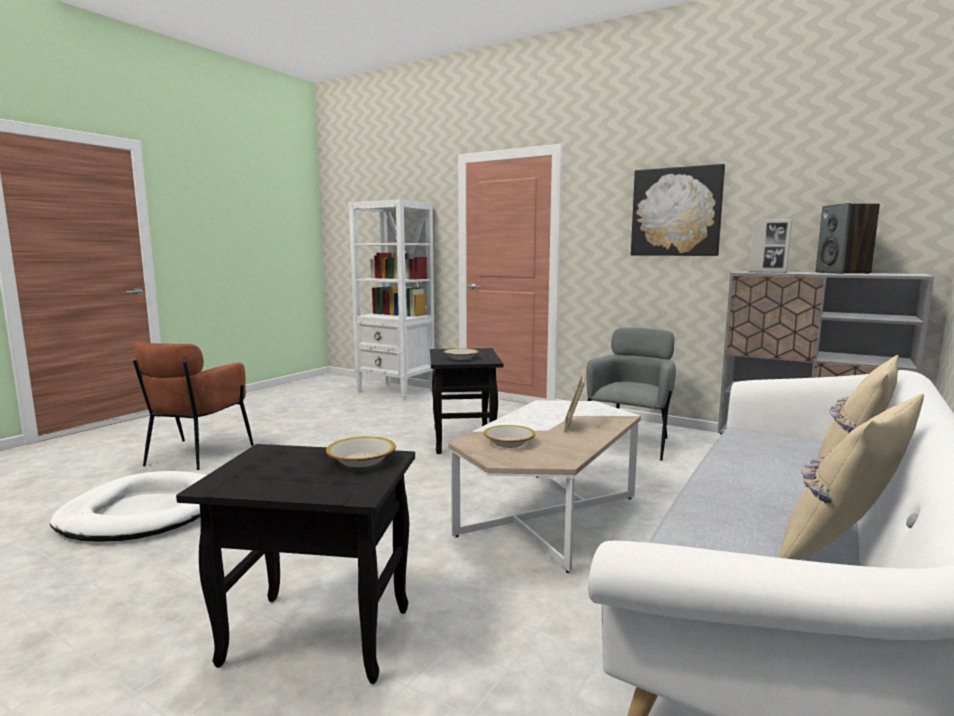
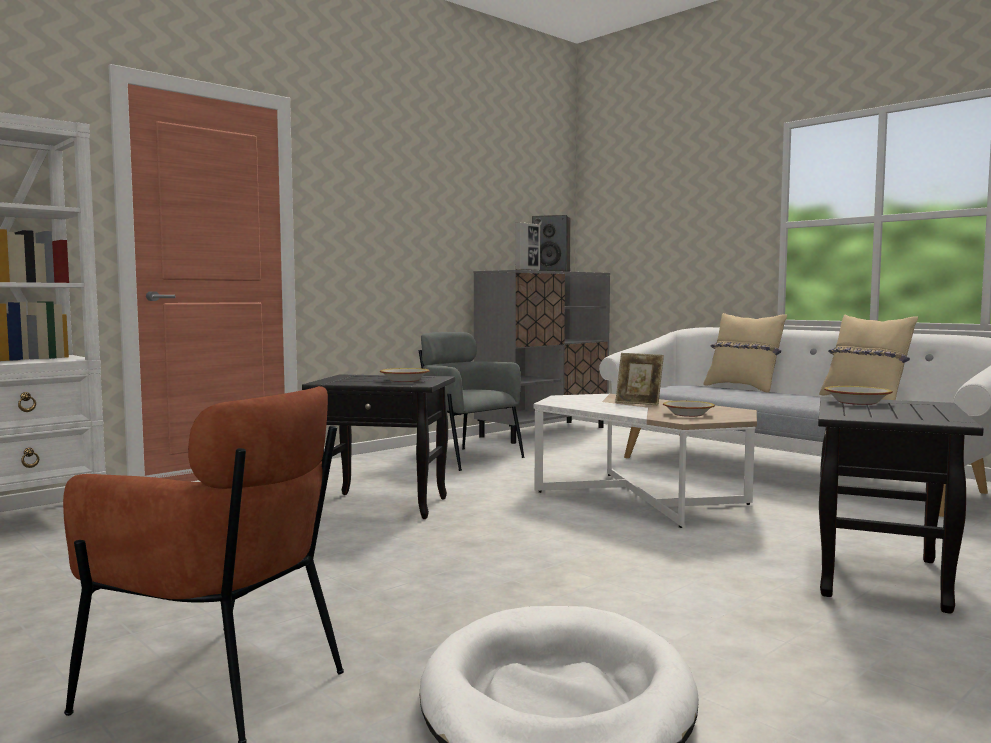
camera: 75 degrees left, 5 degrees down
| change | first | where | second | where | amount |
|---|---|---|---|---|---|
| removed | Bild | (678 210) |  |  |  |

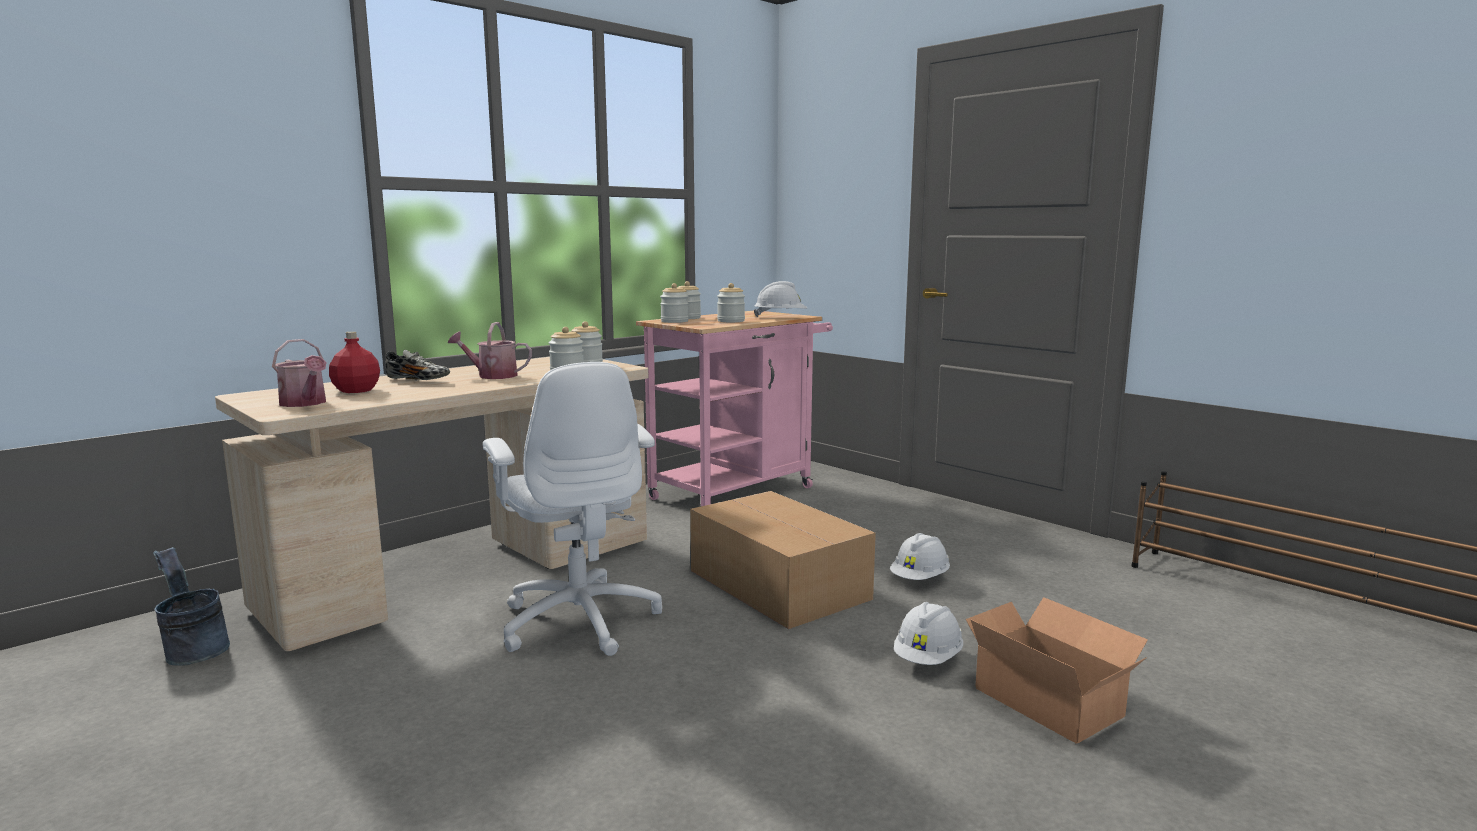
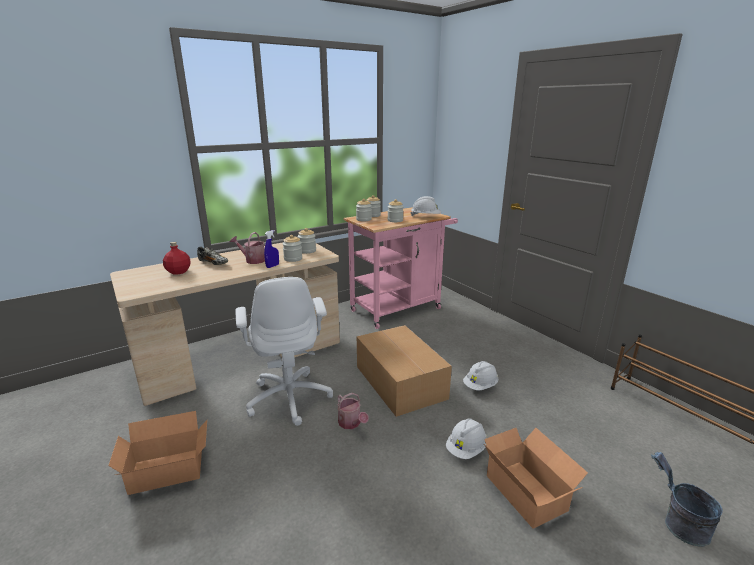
camera: 10 degrees right, 10 degrees up
| change | first | where | second | where | amount |
|---|---|---|---|---|---|
| added |  |  | Karton | (157 453) |  |
| added |  |  | Sprühflasche (blau) | (271 249) |  |
| moved | Eimer (grau) | (191 606) |  | (687 499) |  |
| moved | Gießkanne | (299 373) |  | (353 411) |  |

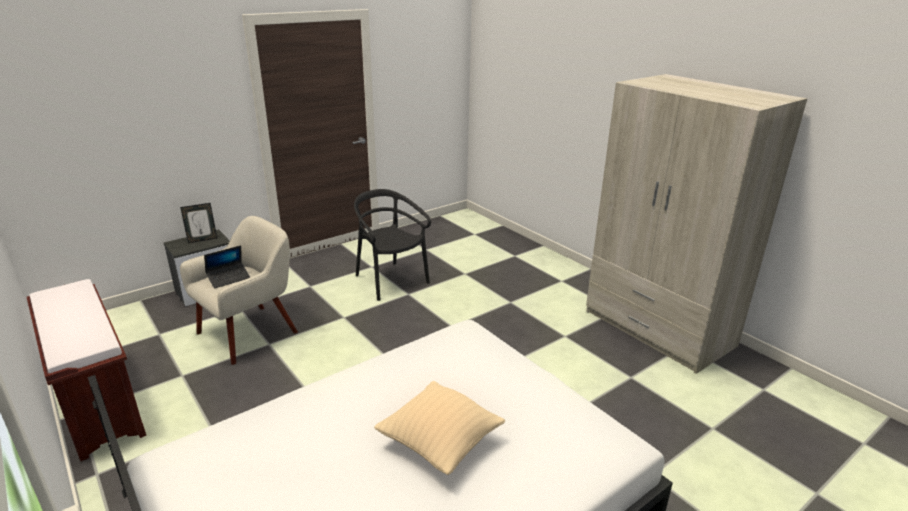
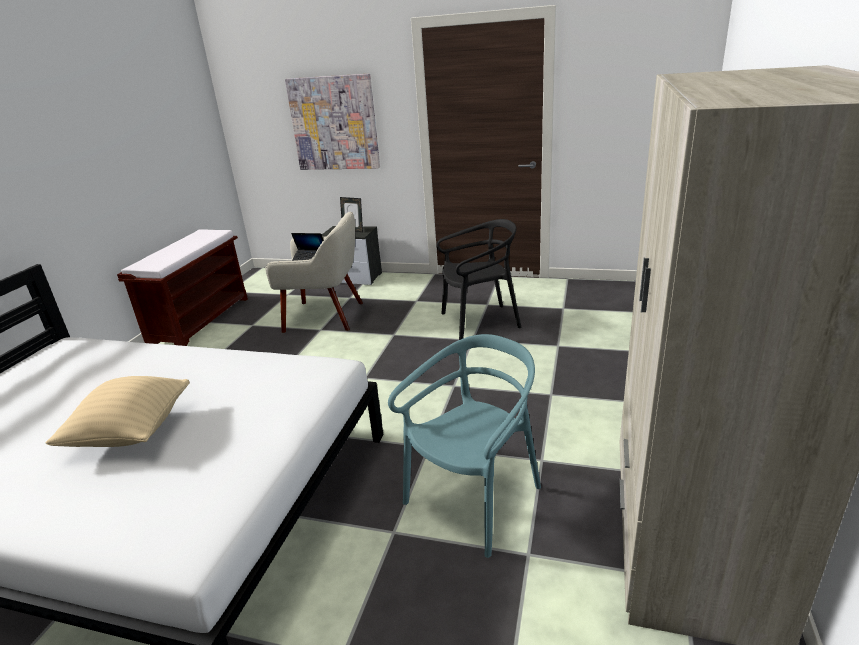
camera: 55 degrees right, 0 degrees up
| change | first | where | second | where | amount |
|---|---|---|---|---|---|
| added |  |  | Bild | (332 121) |  |
| added |  |  | Stuhl (türkis) | (464 446) |  |
| turned | Stuhl (schwarz) | (392 245) |  | (478 279) | 60 degrees clockwise |

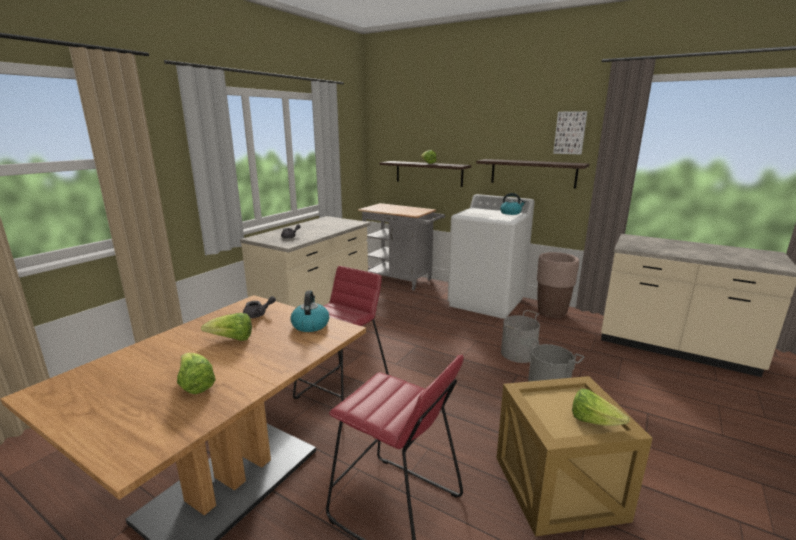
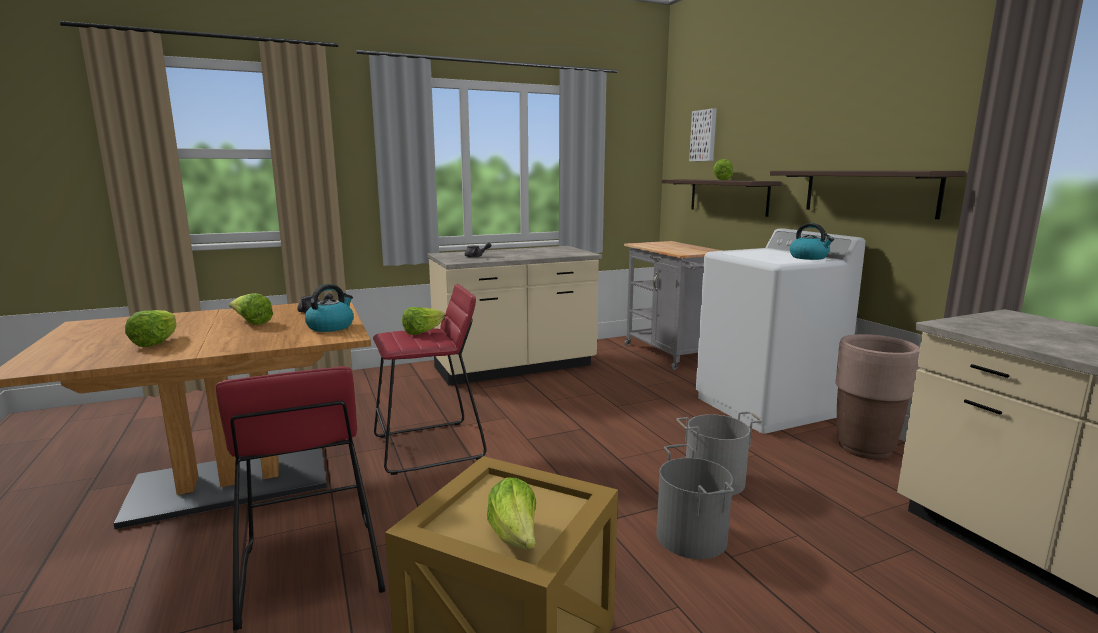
camera: 35 degrees right, 5 degrees down
| change | first | where | second | where | amount |
|---|---|---|---|---|---|
| added |  |  | Salatkopf | (423 321) |  |
| moved | Bild | (570 133) |  | (703 134) |  |

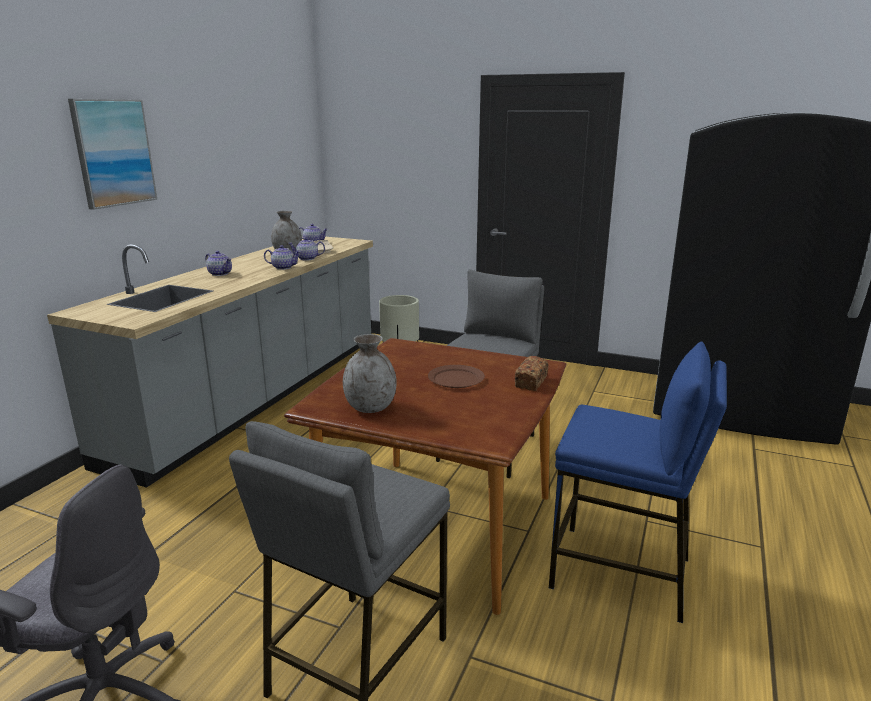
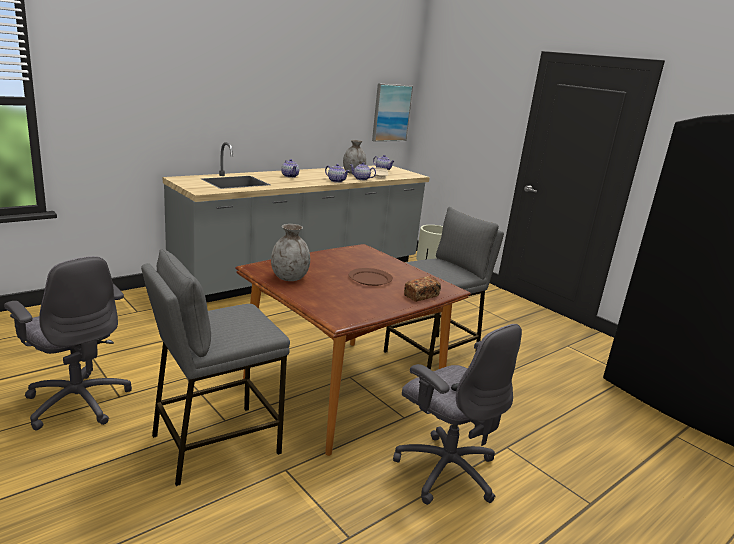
camera: 25 degrees right, 0 degrees up
| change | first | where | second | where | amount |
|---|---|---|---|---|---|
| moved | Bild | (112 154) |  | (392 112) |  |
| replaced | Hocker (blau) | (638 482) | Bürostuhl (grau) | (457 414) |  |

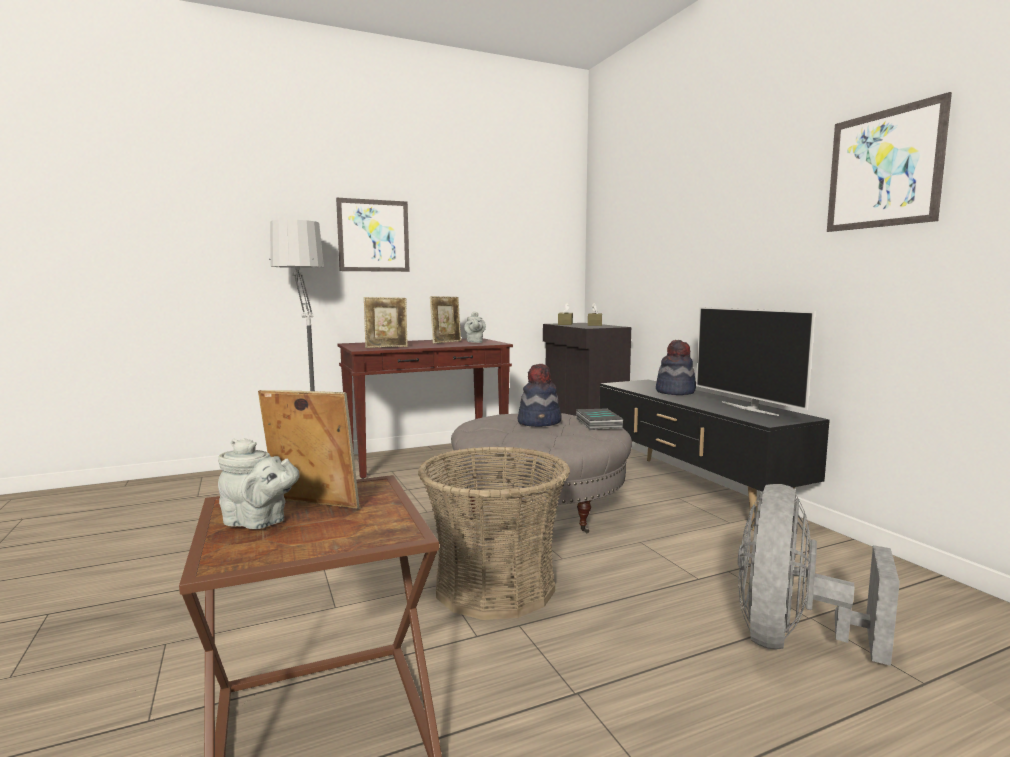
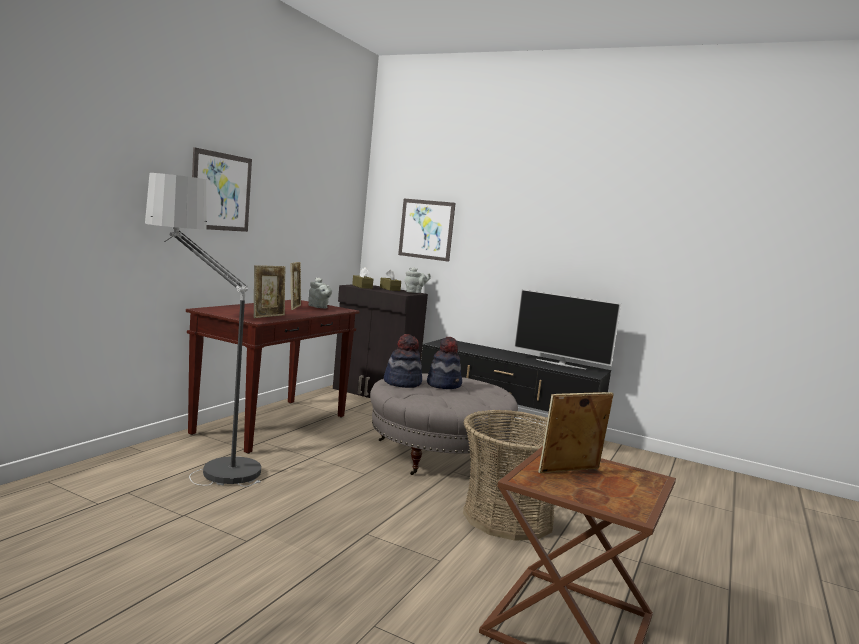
camera: 40 degrees left, 0 degrees up
| change | first | where | second | where | amount |
|---|---|---|---|---|---|
| removed | Buch | (599 419) |  |  |  |
| removed | Ventilator (grau) | (819 575) |  |  |  |
| moved | Teekanne (grau) | (259 483) |  | (418 280) |  |
| moved | Hut | (676 367) |  | (403 361) |  |
| moved | Bild | (889 162) |  | (427 230) |  |

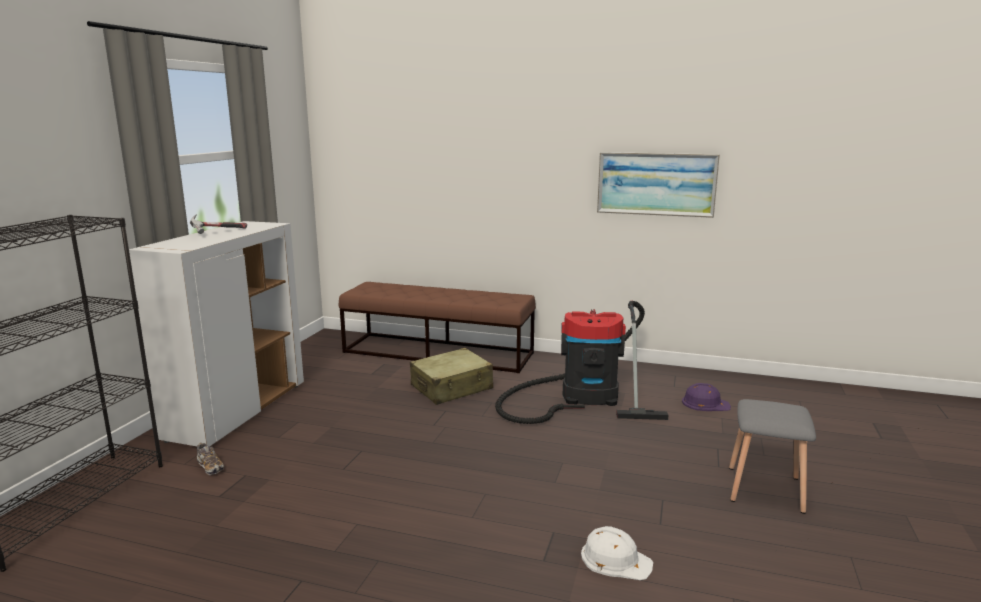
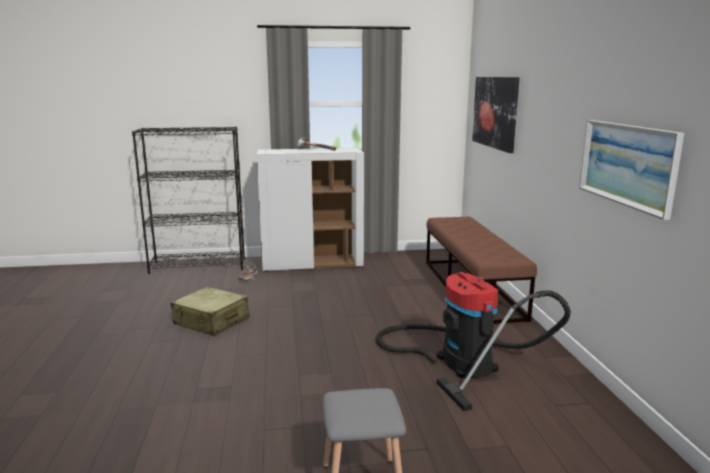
camera: 65 degrees right, 0 degrees up
| change | first | where | second | where | amount |
|---|---|---|---|---|---|
| removed | Schutzhelm (weiß) | (617 553) |  |  |  |
| removed | Schutzhelm (lila) | (706 397) |  |  |  |
| added |  |  | Bild | (496 115) |  |
| moved | Koffer (beige) | (451 376) |  | (210 311) |  |

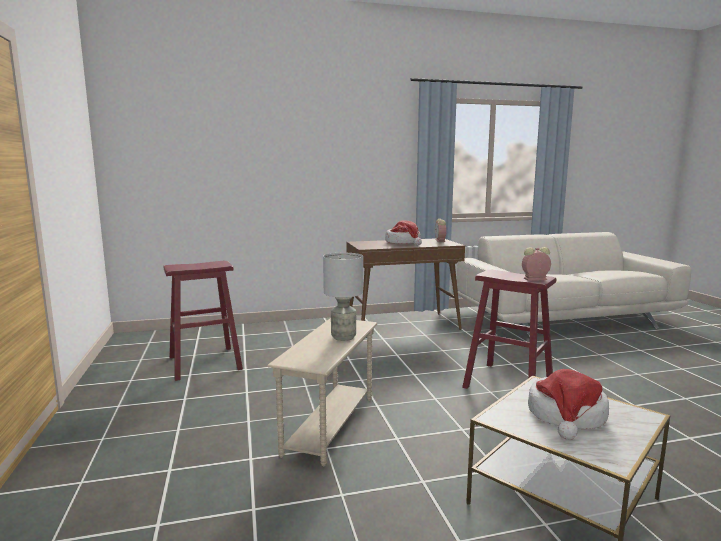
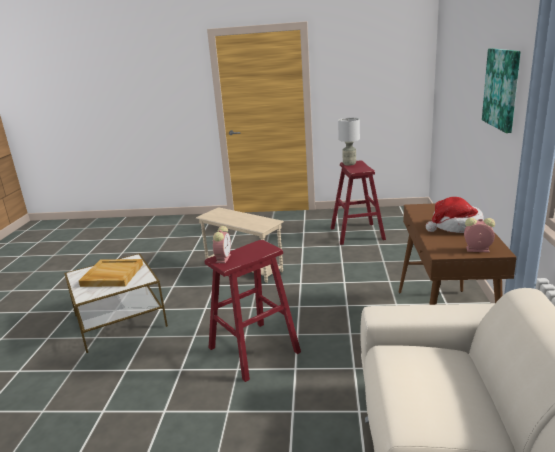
camera: 110 degrees right, 10 degrees up
| change | first | where | second | where | amount |
|---|---|---|---|---|---|
| added |  |  | Bild | (501 90) |  |
| moved | Tischlampe (grau) | (343 297) |  | (349 142) |  |
| replaced | Hut | (568 404) | Tablett (beige) | (111 273) |  |

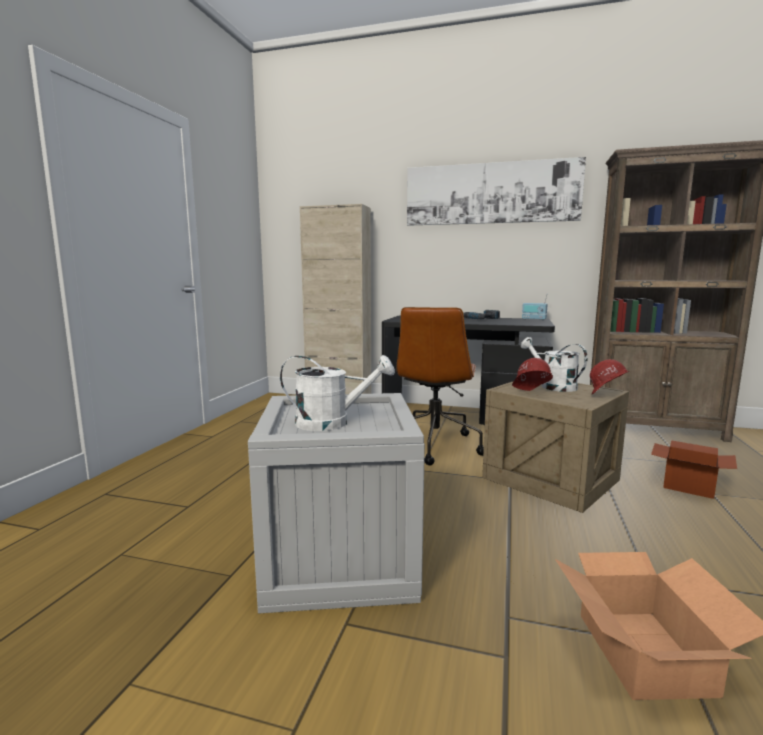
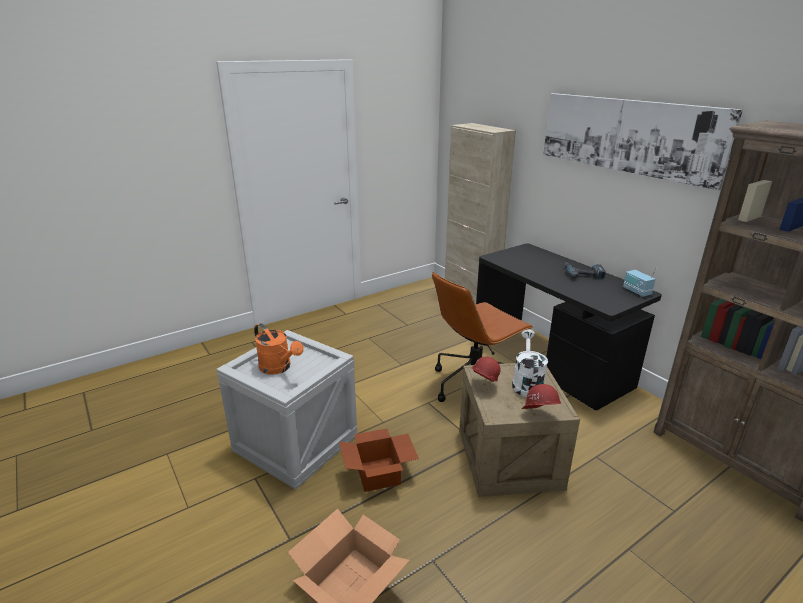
camera: 40 degrees right, 15 degrees up
| change | first | where | second | where | amount |
|---|---|---|---|---|---|
| moved | Karton | (694 469) |  | (379 460) |  |
| recoloured | Gießkanne (weiß) | (337 393) | Gießkanne (orange) | (279 348) |  |

